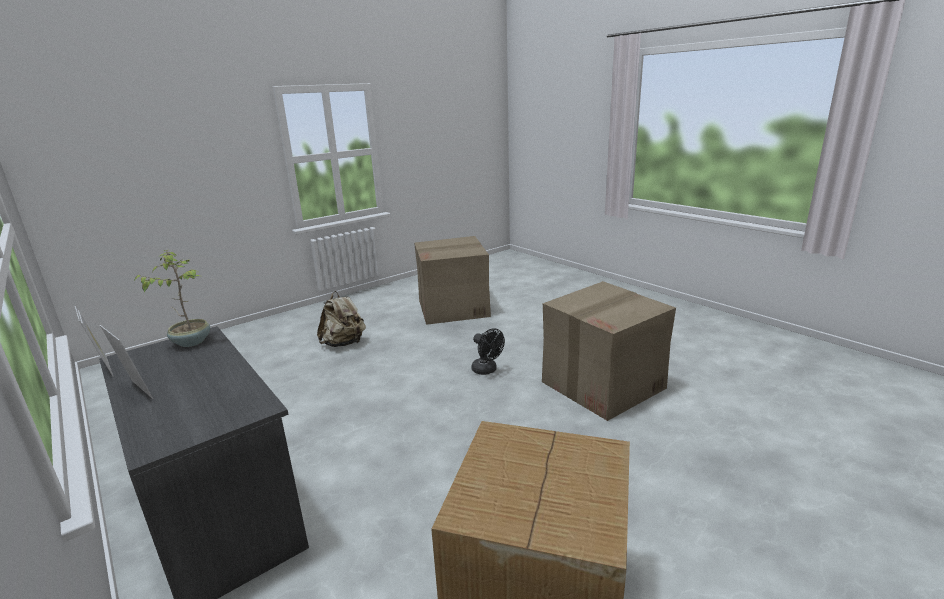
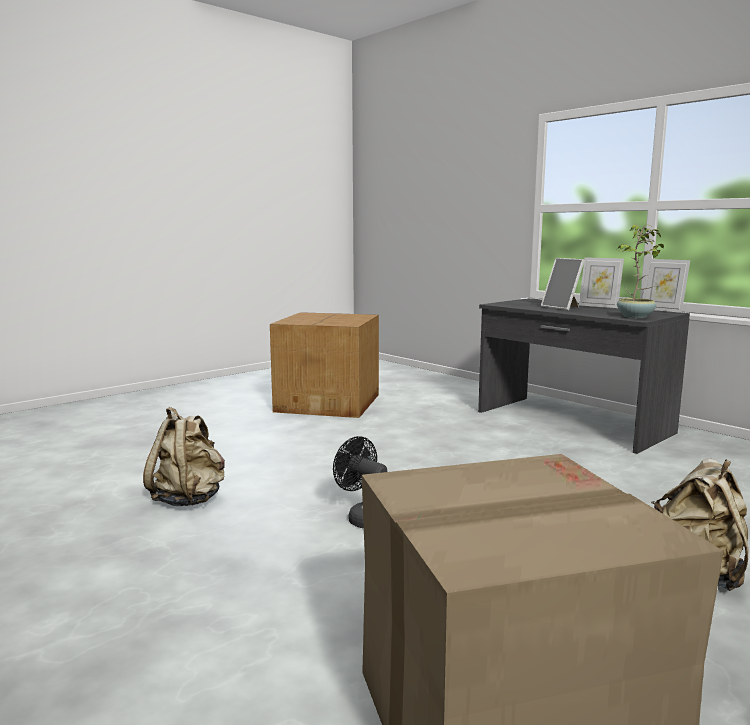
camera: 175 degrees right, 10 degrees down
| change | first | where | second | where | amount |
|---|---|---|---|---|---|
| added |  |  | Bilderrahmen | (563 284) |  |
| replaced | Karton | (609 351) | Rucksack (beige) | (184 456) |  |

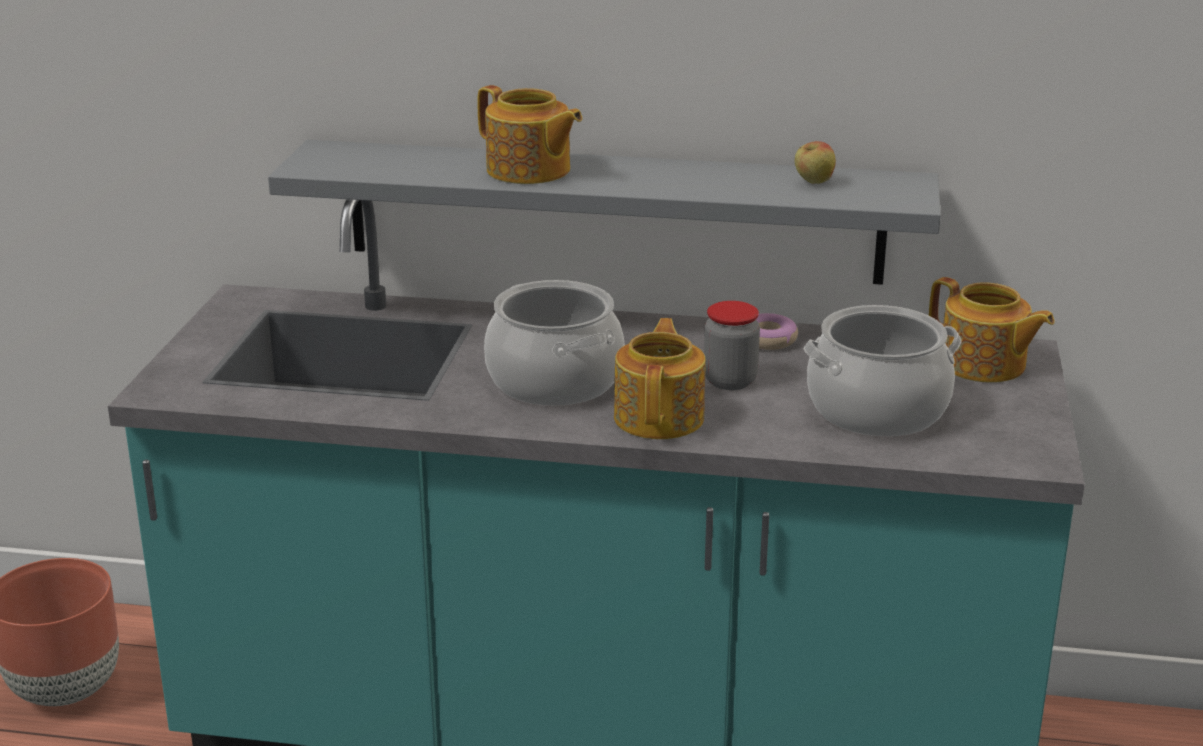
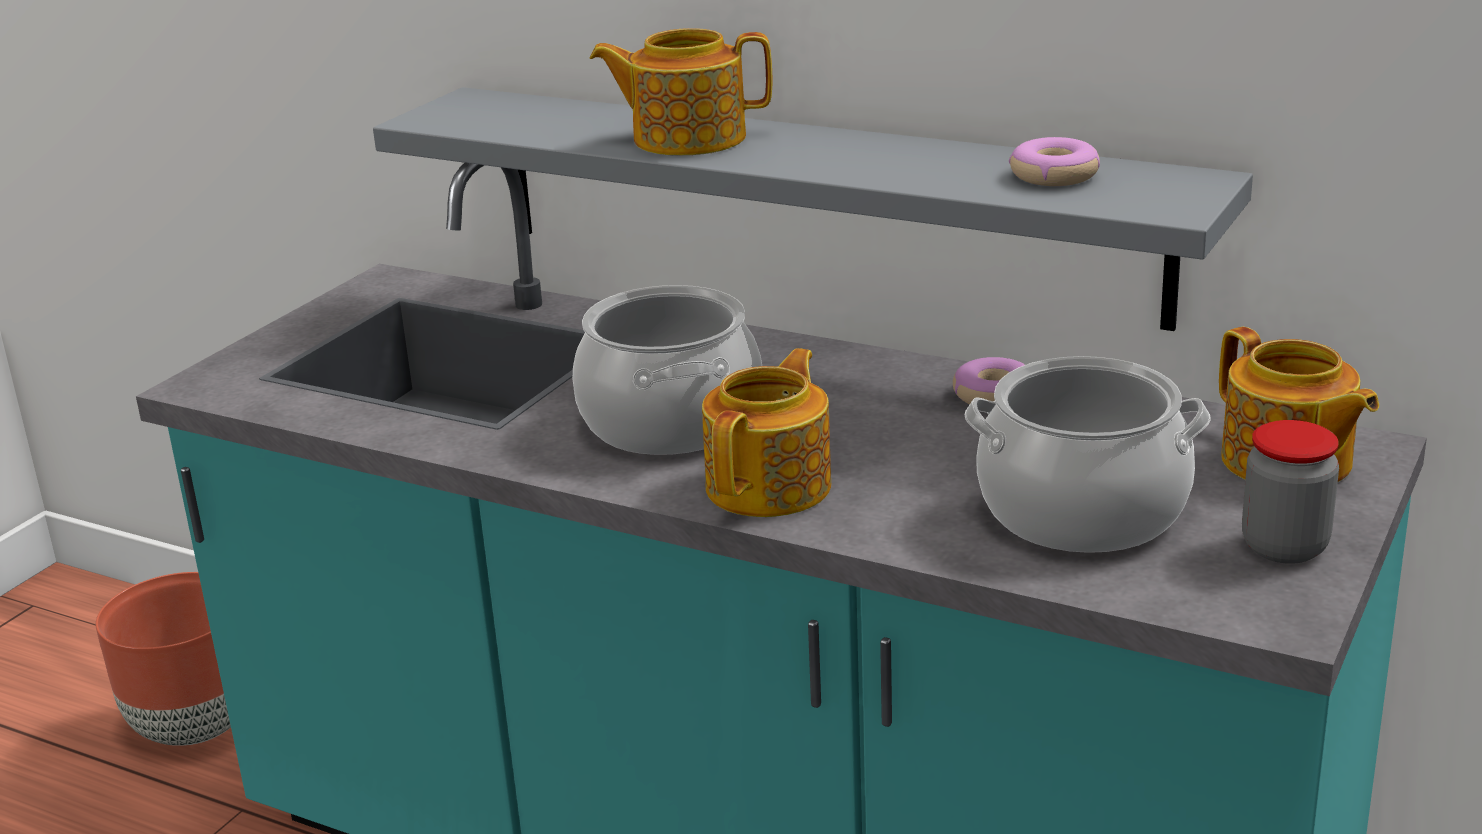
camera: 20 degrees right, 0 degrees up
| change | first | where | second | where | amount |
|---|---|---|---|---|---|
| moved | Vorratsglas | (732 345) |  | (1290 492) |  |
| replaced | Apfel | (815 162) | Donut | (1054 161) |  |
| turned | Teekanne | (530 134) |  | (680 92) | 120 degrees clockwise |

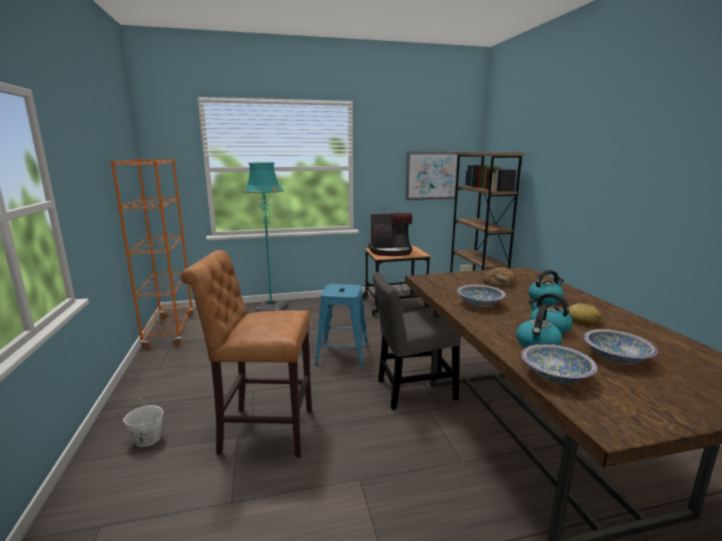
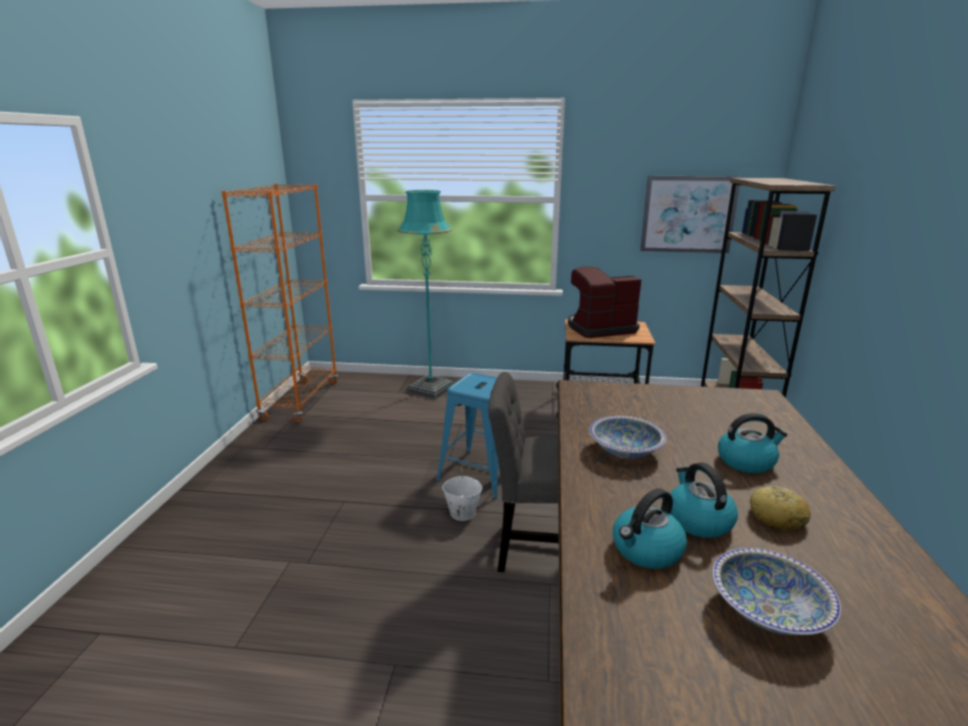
camera: 20 degrees right, 5 degrees up
| change | first | where | second | where | amount |
|---|---|---|---|---|---|
| removed | Hocker (braun) | (246 353) |  |  |  |
| removed | Brot | (500 277) |  |  |  |
| removed | Schüssel | (559 363) |  |  |  |
| moved | Eimer (weiß) | (143 422) |  | (462 494) |  |
| turned | Kaffeemaschine | (390 234) |  | (604 302) | 150 degrees clockwise |

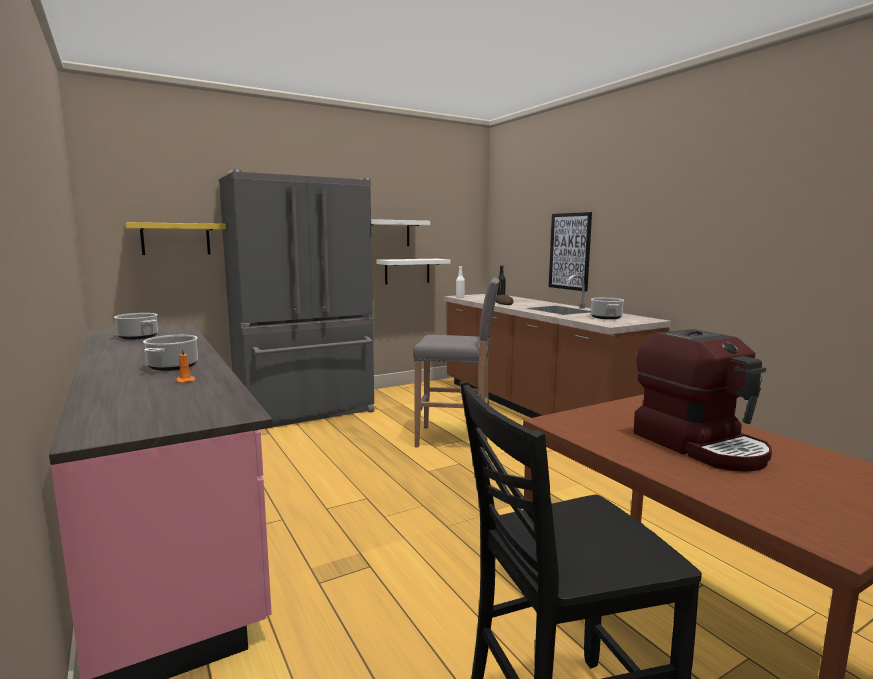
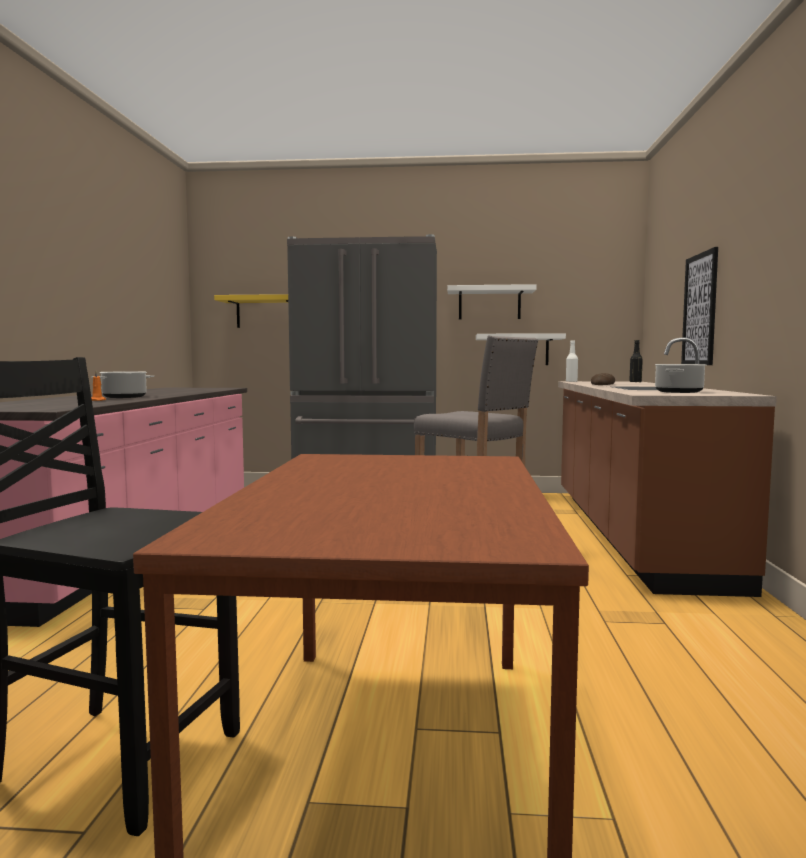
camera: 35 degrees right, 5 degrees down
| change | first | where | second | where | amount |
|---|---|---|---|---|---|
| removed | Kochtopf | (136 326) |  |  |  |
| removed | Kaffeemaschine | (702 400) |  |  |  |

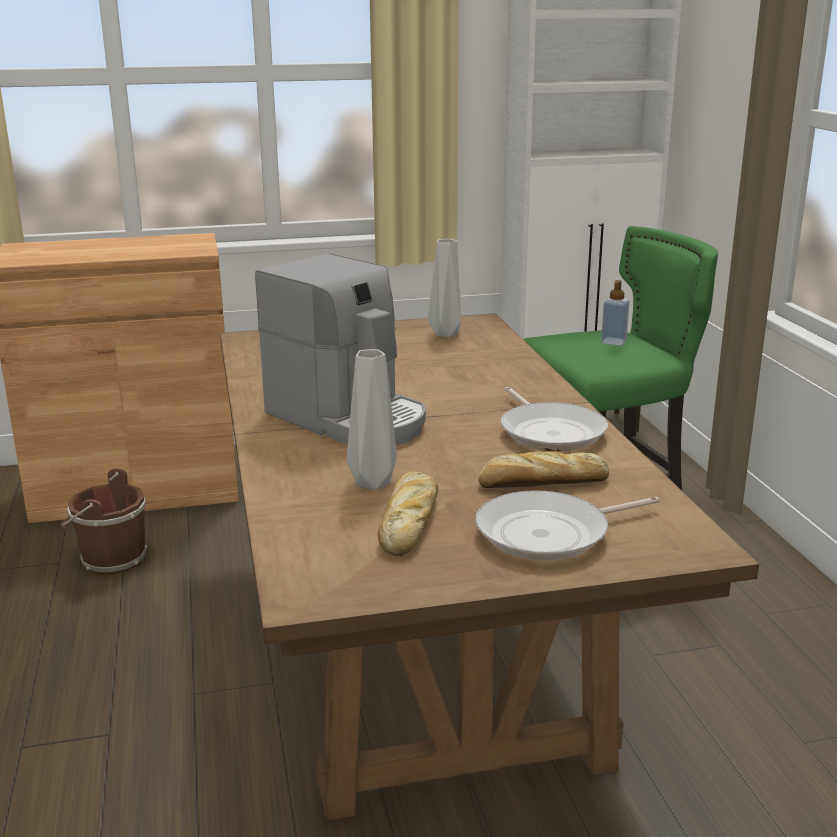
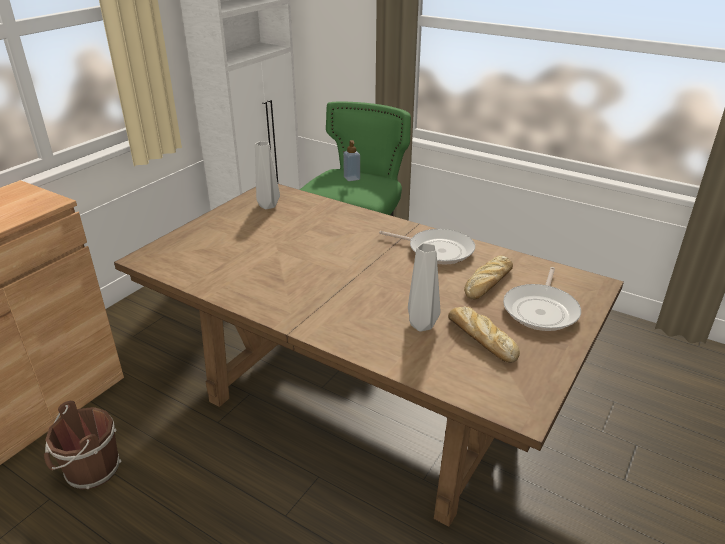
camera: 45 degrees left, 10 degrees up
| change | first | where | second | where | amount |
|---|---|---|---|---|---|
| removed | Kaffeemaschine | (340 349) |  |  |  |

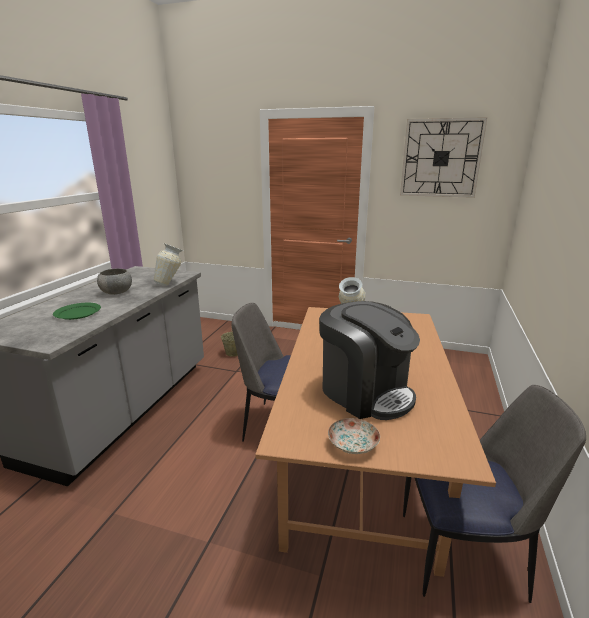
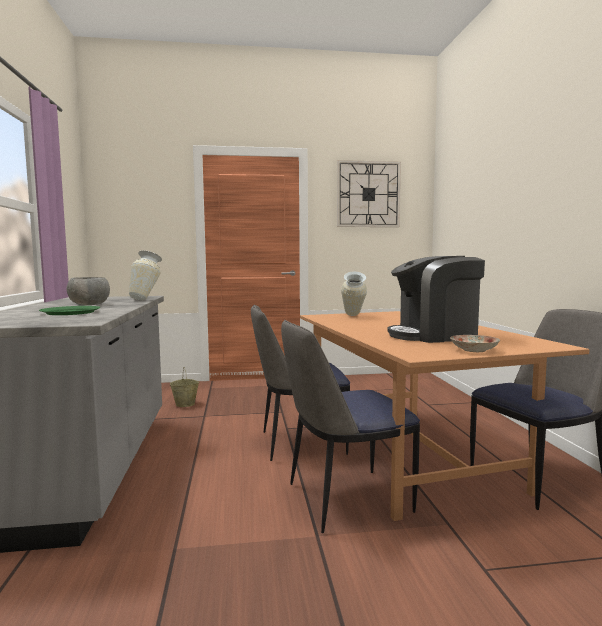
camera: 25 degrees left, 15 degrees down
| change | first | where | second | where | amount |
|---|---|---|---|---|---|
| added |  |  | Stuhl | (350 426) |  |
| turned | Kaffeemaschine | (369 360) |  | (436 299) | 150 degrees clockwise |

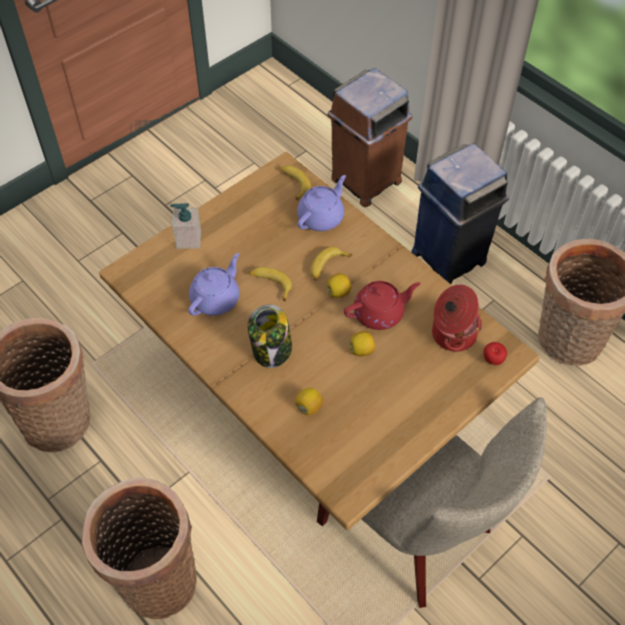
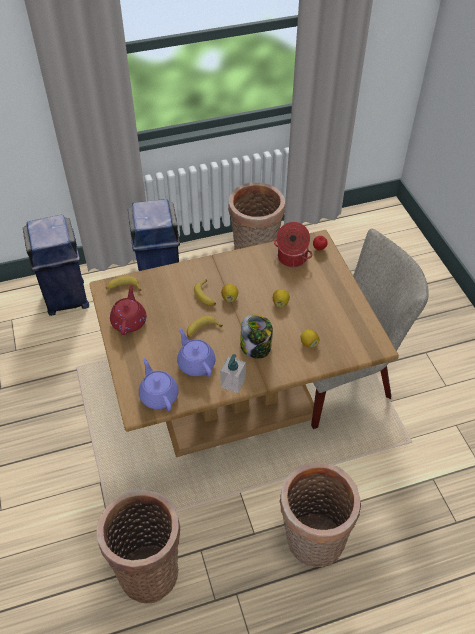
camera: 65 degrees left, 5 degrees down
| change | first | where | second | where | amount |
|---|---|---|---|---|---|
| moved | Seifenspender | (185 226) |  | (233 373) |  |
| moved | Teekanne (lila) | (321 203) |  | (159 384) |  |
| moved | Teekanne (rot) | (382 305) |  | (128 310) |  |
| recoloured | Mülleimer (braun) | (370 137) | Mülleimer (blau) | (56 265) |  |

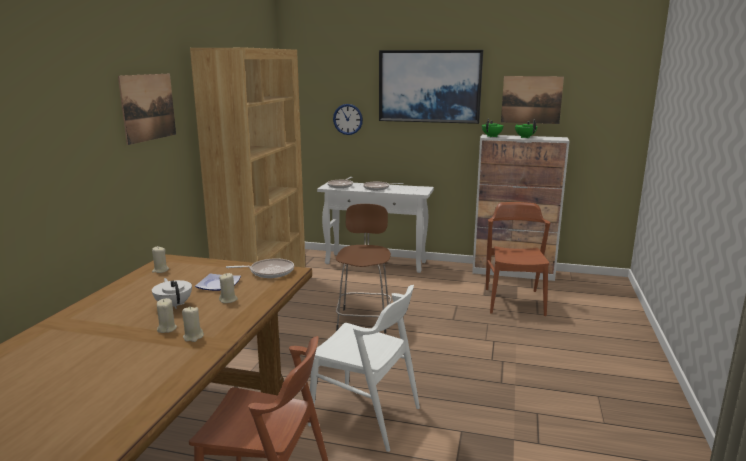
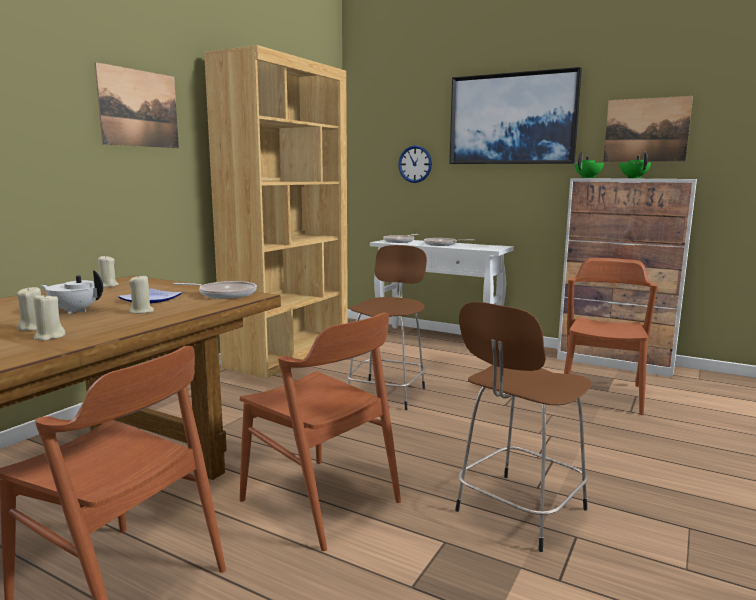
camera: 15 degrees right, 5 degrees down
| change | first | where | second | where | amount |
|---|---|---|---|---|---|
| added |  |  | Hocker (braun) | (523 427) |  |
| recoloured | Stuhl (weiß) | (364 368) | Stuhl (braun) | (320 431) |  |
| turned | Teekanne (weiß) | (172 293) |  | (72 292) | 60 degrees counterclockwise |

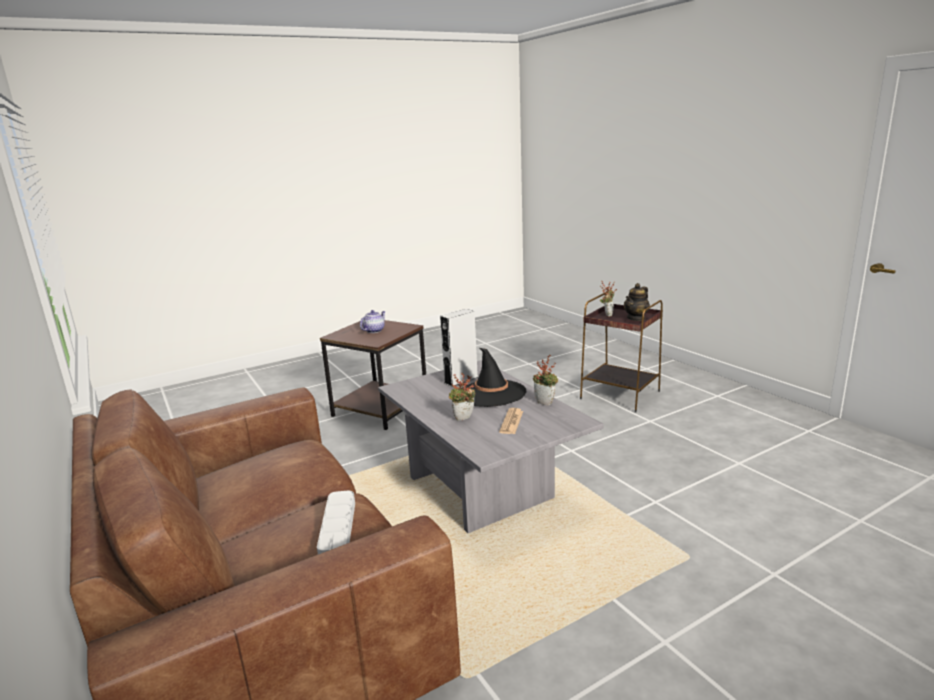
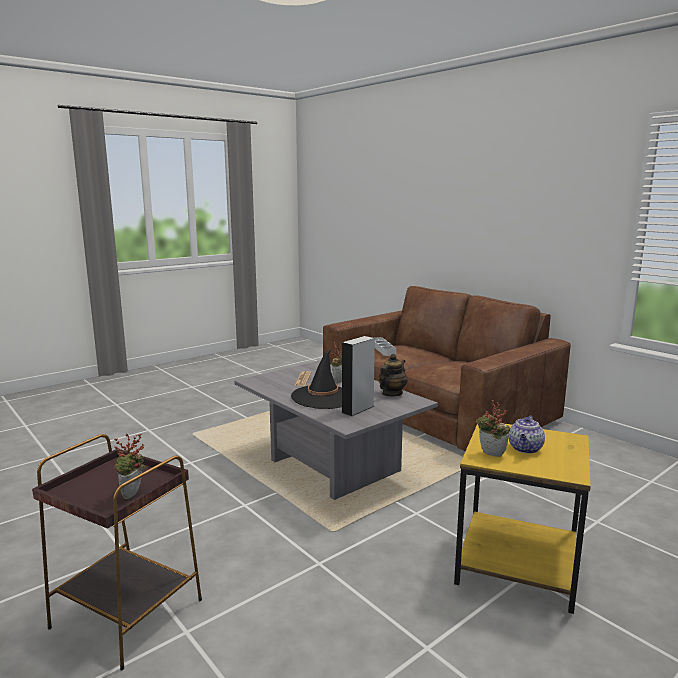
camera: 170 degrees right, 5 degrees down
| change | first | where | second | where | amount |
|---|---|---|---|---|---|
| moved | Topfpflanze | (545 380) |  | (493 428) |  |
| moved | Teekanne | (637 302) |  | (393 375) |  |
| recoloured | Beistelltisch (braun) | (373 375) | Beistelltisch (gelb) | (522 519) |  |

